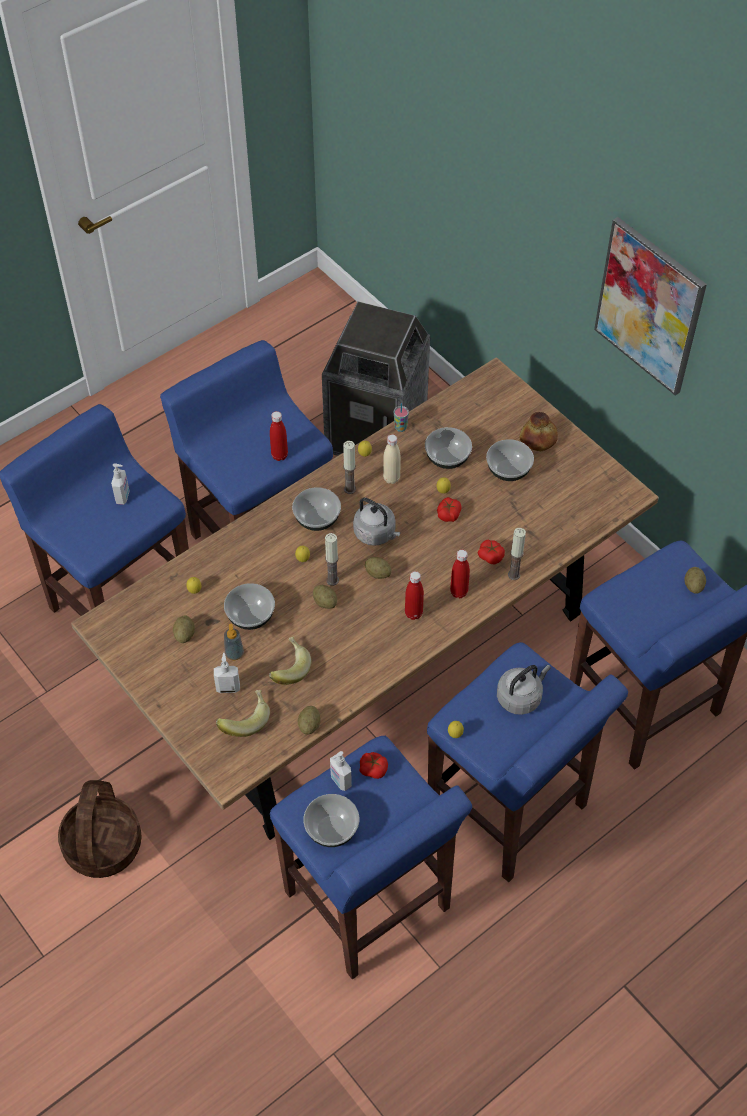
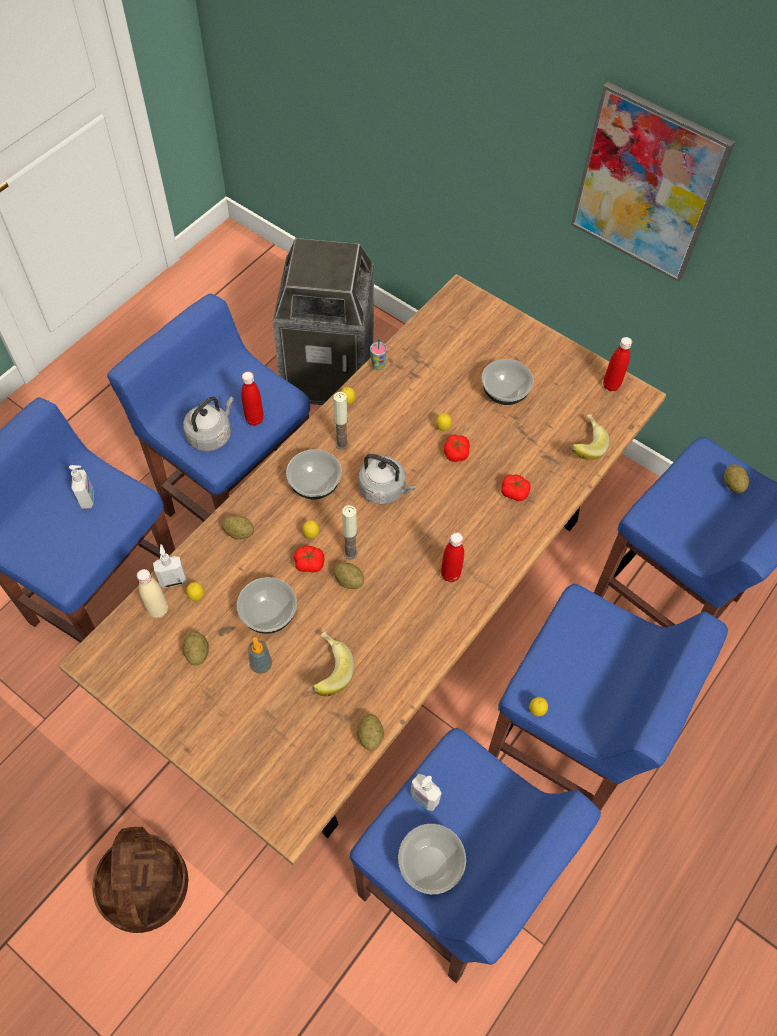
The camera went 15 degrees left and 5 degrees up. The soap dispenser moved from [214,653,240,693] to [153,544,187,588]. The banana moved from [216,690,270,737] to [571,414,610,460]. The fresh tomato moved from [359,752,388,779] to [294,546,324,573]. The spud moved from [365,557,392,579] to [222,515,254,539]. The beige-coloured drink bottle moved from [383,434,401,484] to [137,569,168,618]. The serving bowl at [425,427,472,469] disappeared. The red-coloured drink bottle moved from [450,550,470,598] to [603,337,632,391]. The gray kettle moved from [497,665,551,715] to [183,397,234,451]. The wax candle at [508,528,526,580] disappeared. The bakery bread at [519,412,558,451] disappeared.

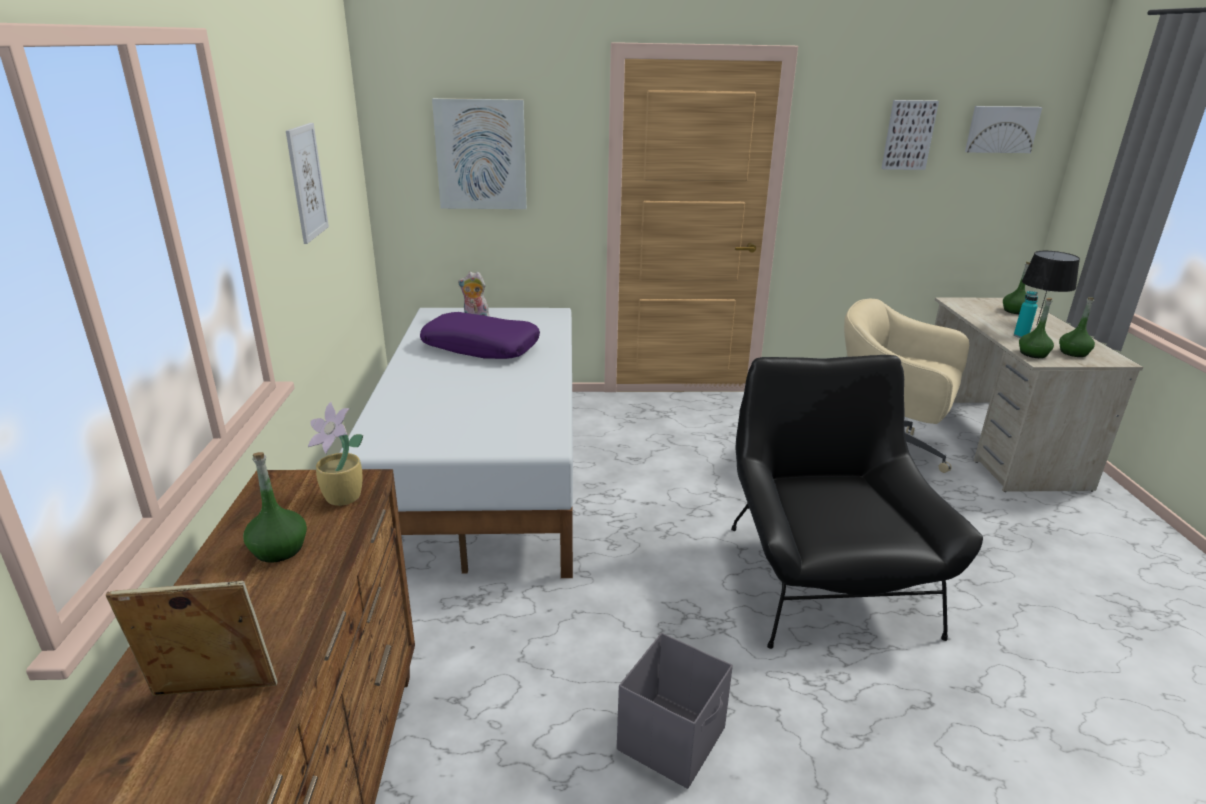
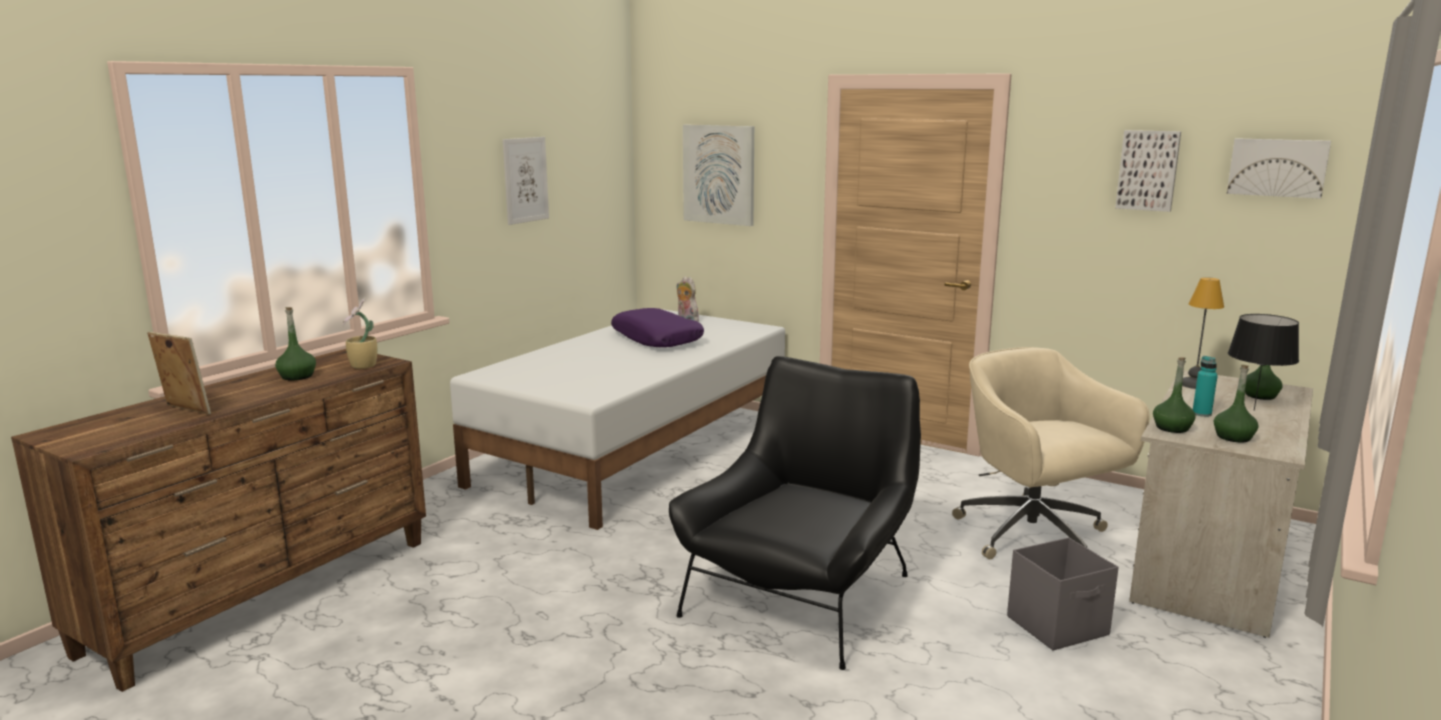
The camera went 35 degrees right and 10 degrees down. The gray storage container moved from [617,633,733,789] to [1007,537,1119,650]. The tabletop lamp at [1182,277,1224,389] appeared.

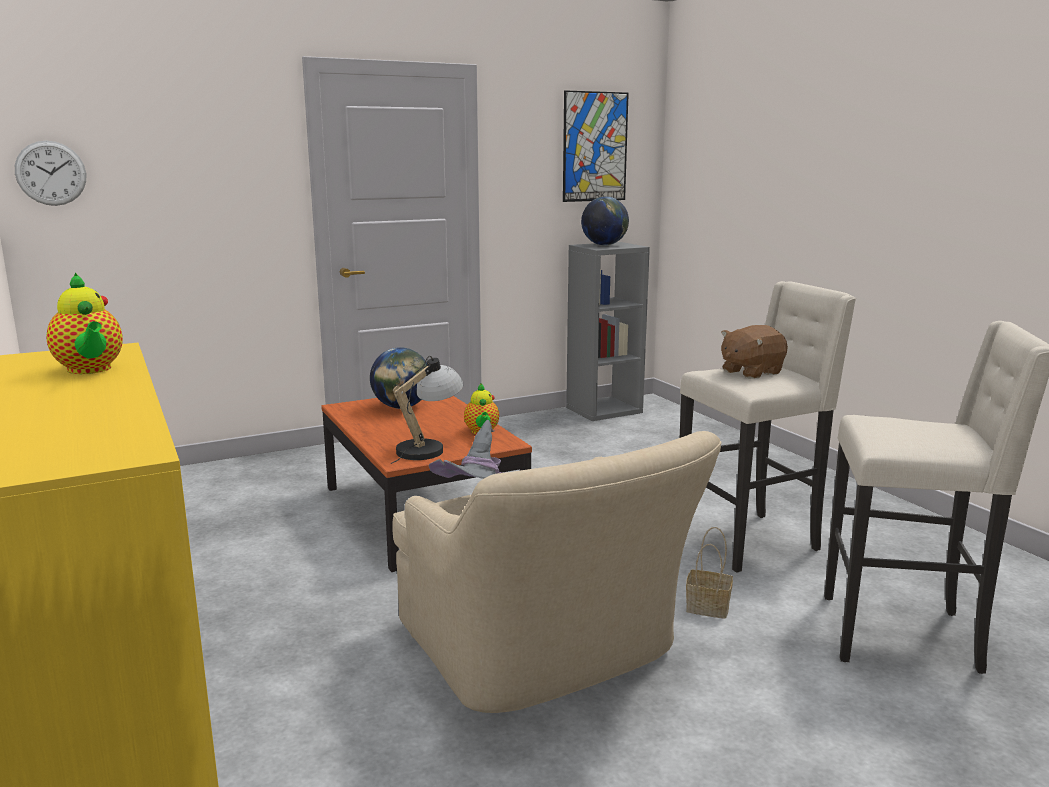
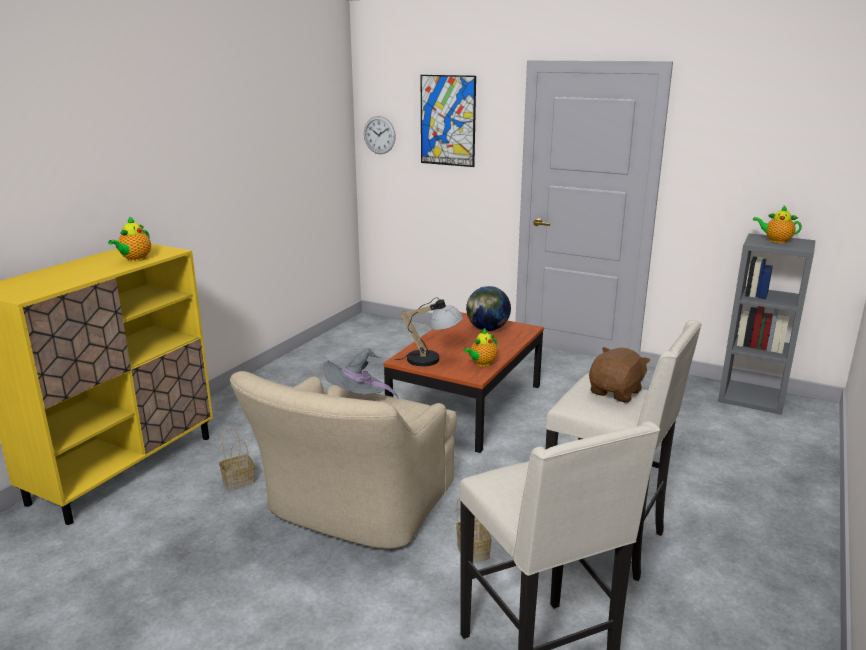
The camera went 55 degrees right and 5 degrees up. The picture moved from [563,90,629,202] to [421,75,476,167]. The globe at [581,197,629,246] was replaced by the teapot at [753,205,802,243]. The brown plush toy at [721,325,788,379] turned 105 degrees clockwise. The household basket at [219,427,255,491] appeared.

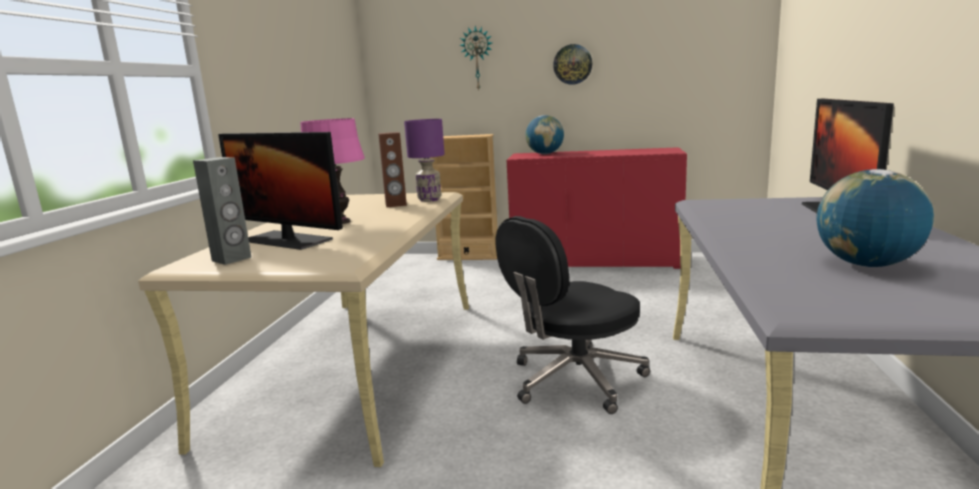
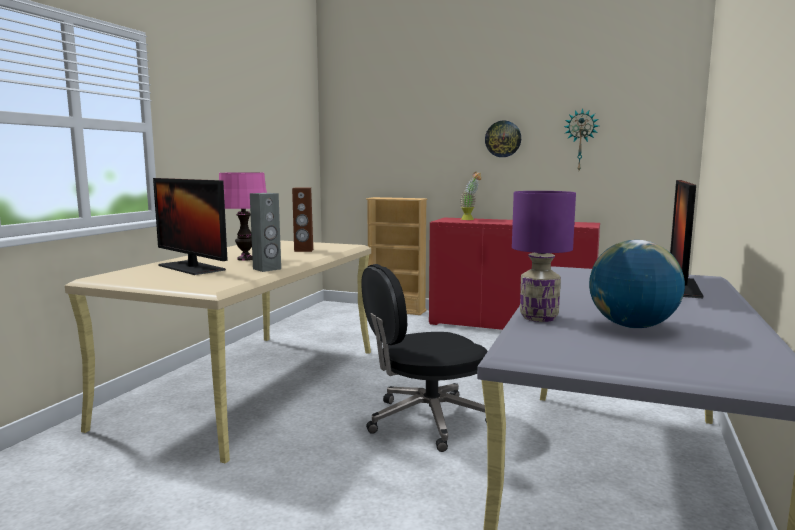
The camera went 10 degrees right and 5 degrees down. The gray audio speaker moved from [193,157,251,265] to [250,193,281,272]. The purple-coloured tabletop lamp moved from [404,119,445,202] to [512,191,576,322]. The wall clock moved from [459,26,492,90] to [564,108,598,170]. The globe at [526,115,564,154] was replaced by the houseplant at [460,172,482,220].

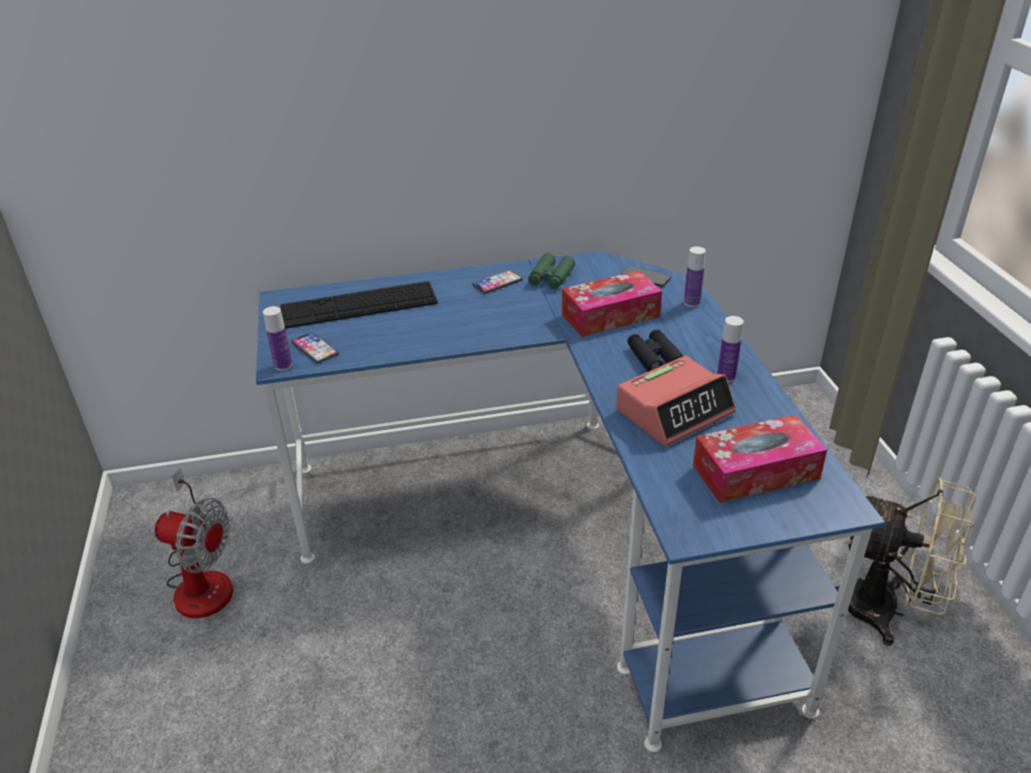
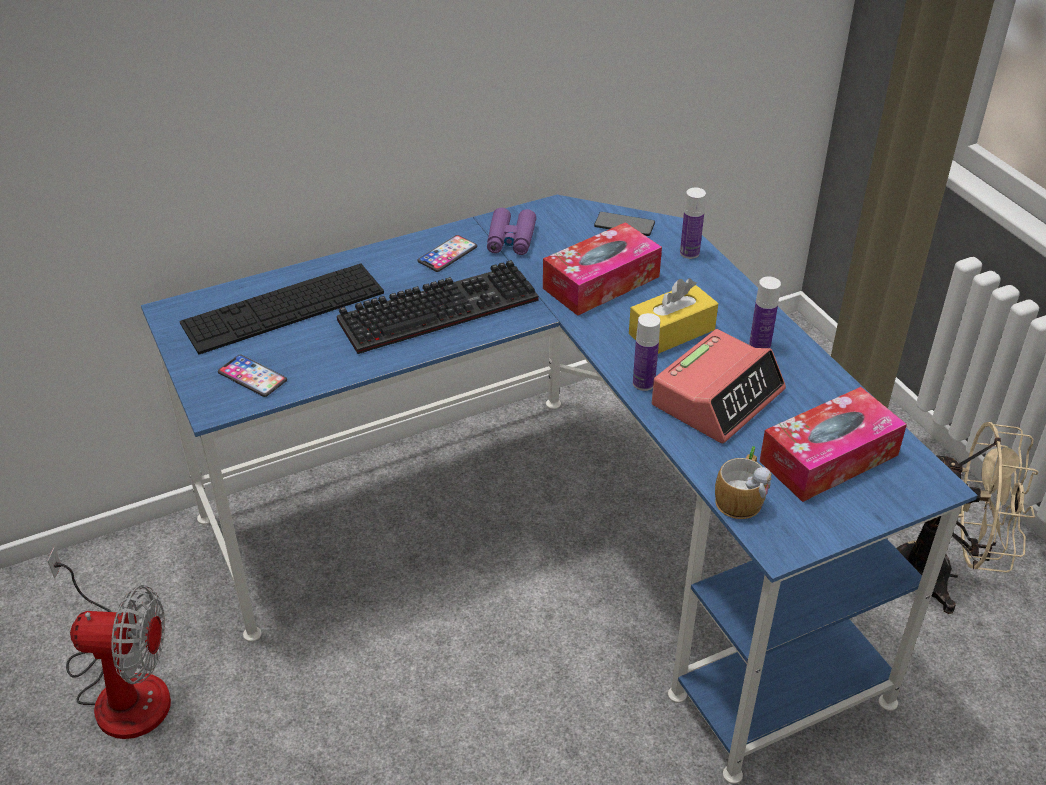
The camera went 15 degrees left and 5 degrees up. The drink bottle moved from [263,306,292,371] to [633,313,660,391]. The green binoculars at [528,253,575,289] became the purple-coloured binoculars at [487,208,536,255]. The black binoculars at [627,330,683,372] was replaced by the yellowish box of tissues at [629,278,718,354]. The computer keyboard at [337,260,538,354] appeared. The coffee mug at [715,446,772,519] appeared.

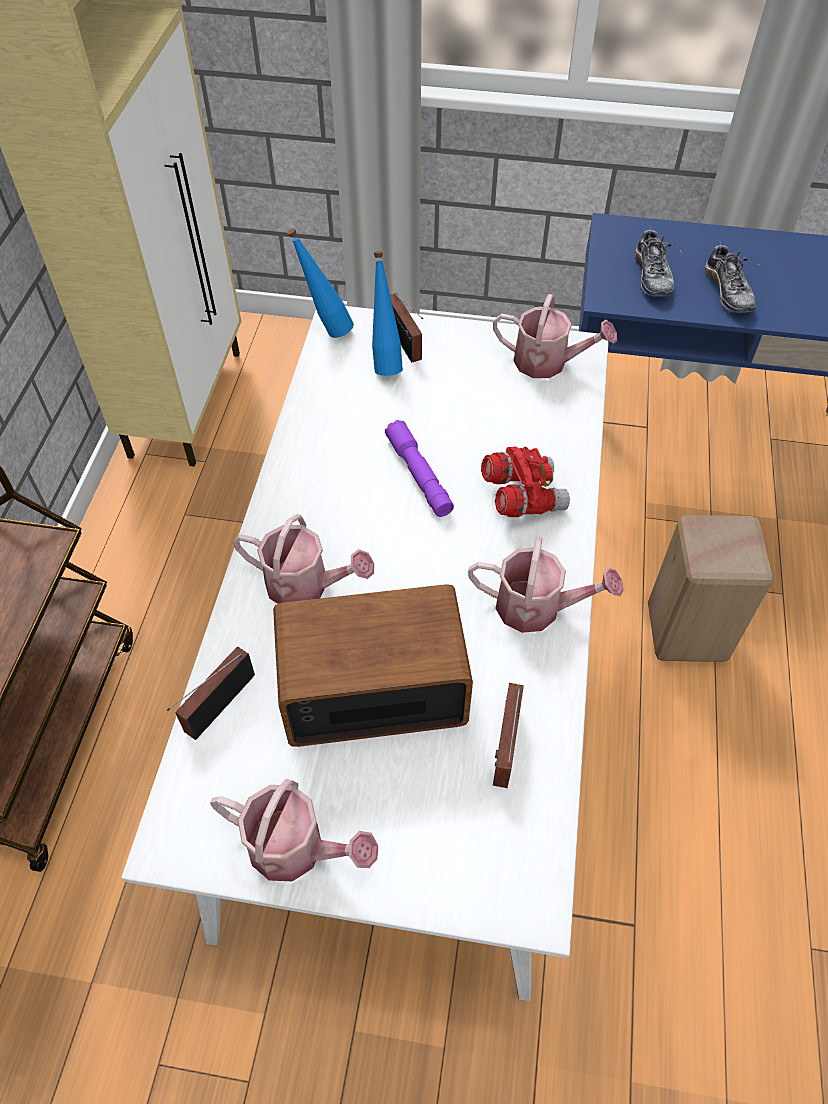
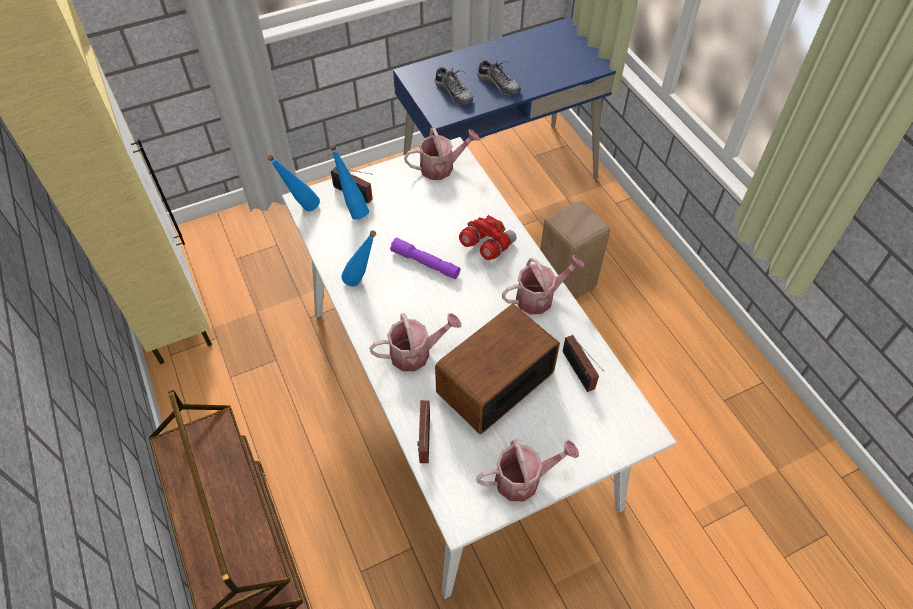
The camera went 35 degrees left and 0 degrees up. The blue drink bottle at [341,231,376,286] appeared.

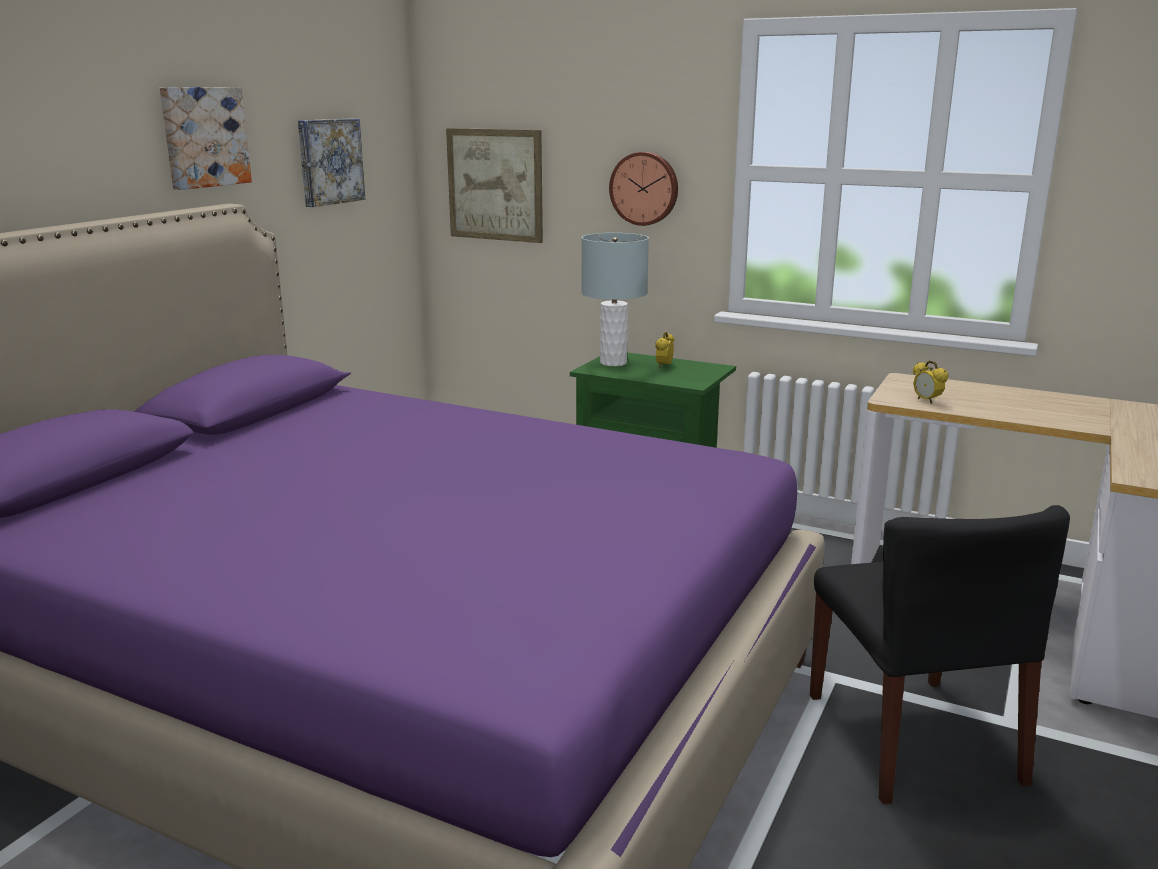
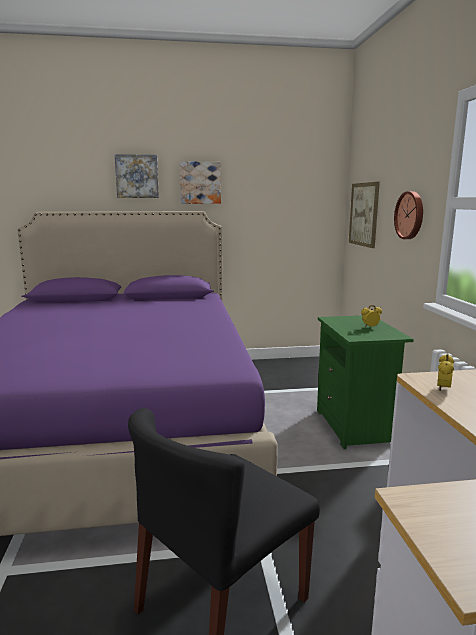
The camera went 55 degrees right and 5 degrees down. The picture moved from [298,118,365,207] to [115,154,159,198]. The gray tabletop lamp at [581,233,649,366] disappeared.

